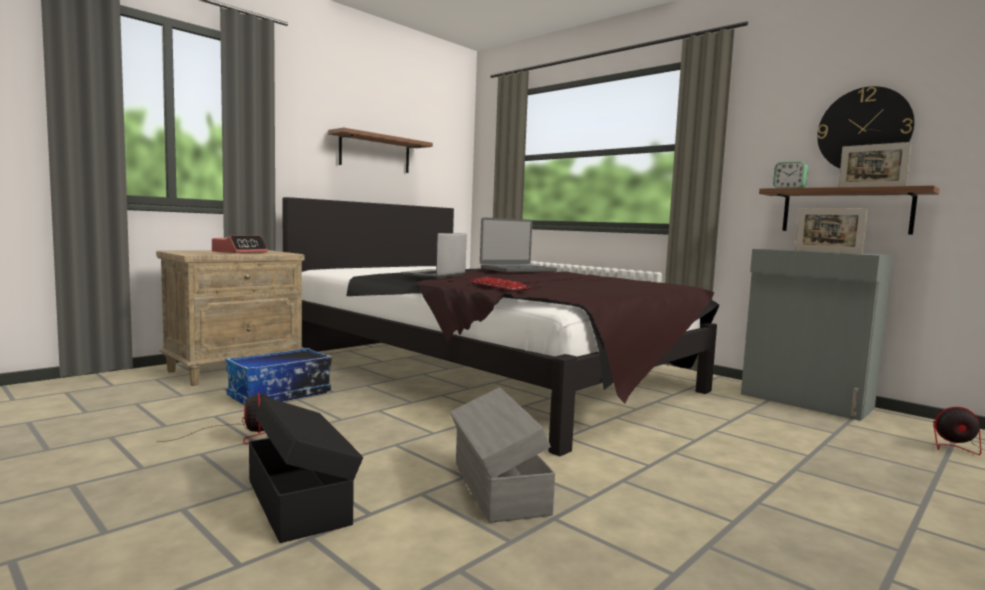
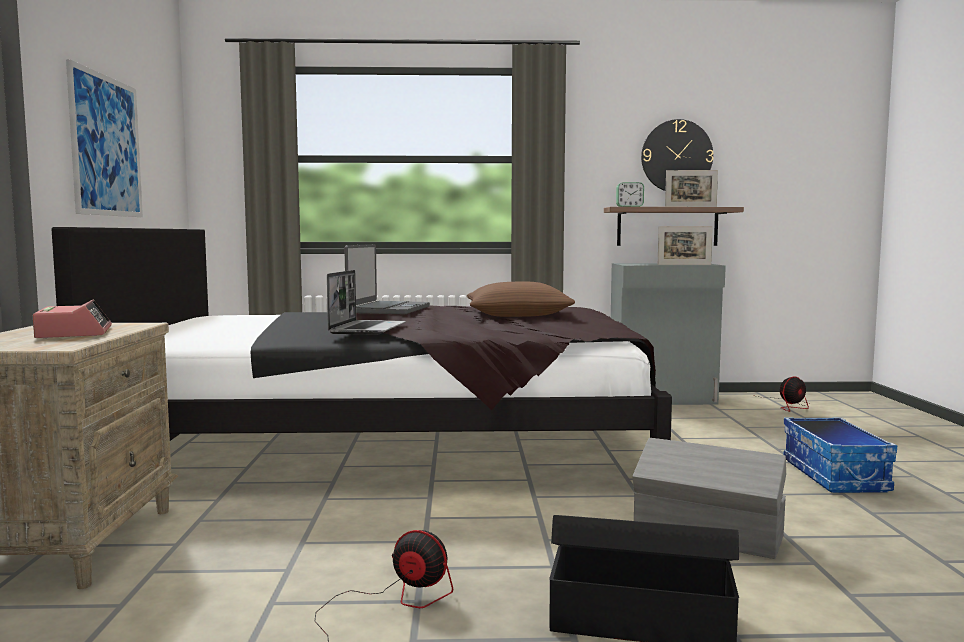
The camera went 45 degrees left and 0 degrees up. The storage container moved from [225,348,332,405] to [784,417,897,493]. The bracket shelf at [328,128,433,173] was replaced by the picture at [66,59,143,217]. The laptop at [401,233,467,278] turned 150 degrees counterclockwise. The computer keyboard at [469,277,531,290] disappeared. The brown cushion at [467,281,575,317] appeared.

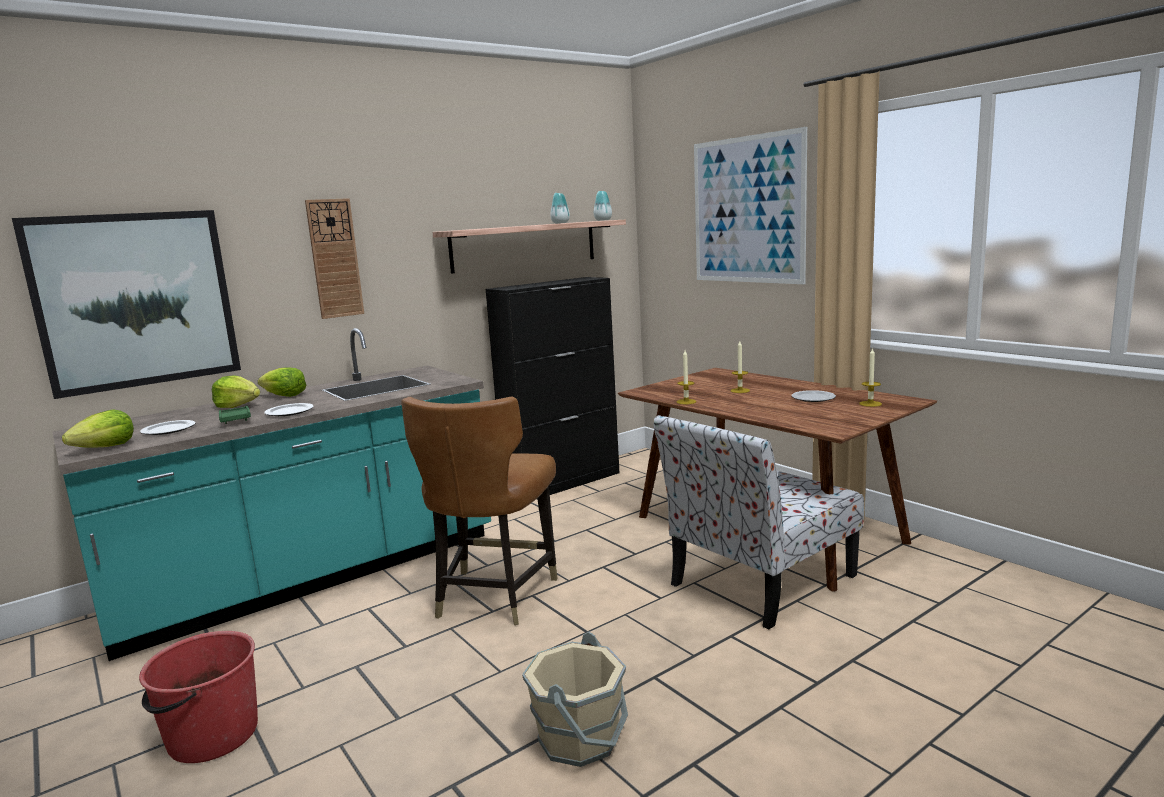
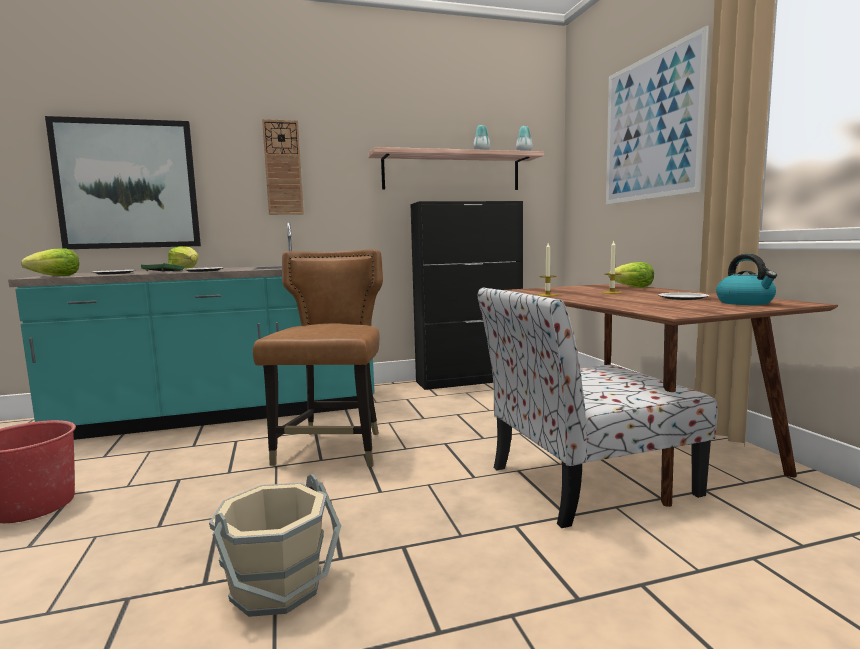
The camera went 20 degrees right and 5 degrees down. The lettuce moved from [258,367,306,397] to [609,262,654,288]. The brown upright chair at [401,396,558,625] turned 150 degrees clockwise. The wax candle at [859,347,882,407] was replaced by the kettle at [716,254,777,305].

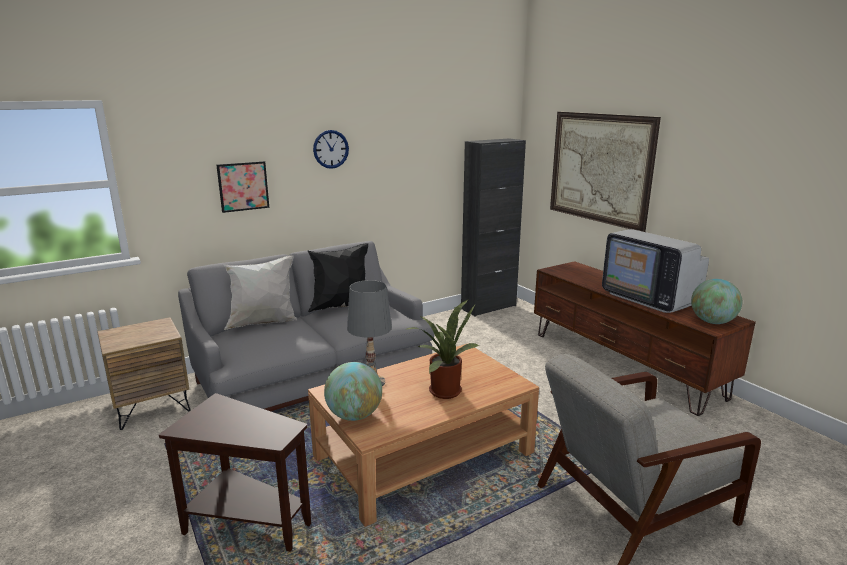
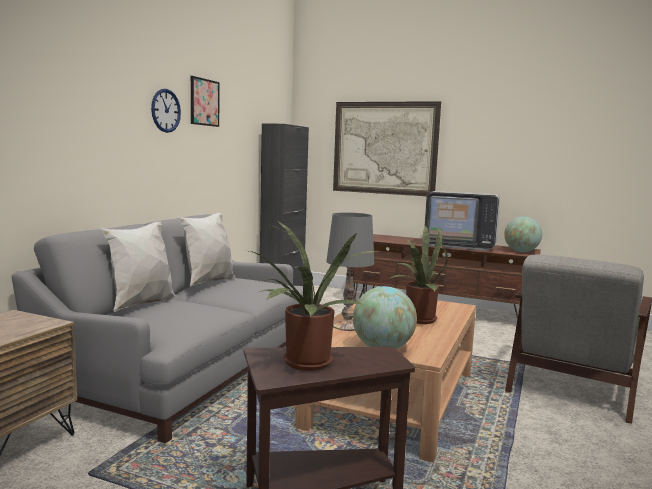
The camera went 35 degrees left and 10 degrees down. The picture moved from [216,161,269,213] to [191,76,219,127]. The black cushion at [307,243,368,312] became the whitish cushion at [178,212,235,286]. The houseplant at [249,221,380,371] appeared.

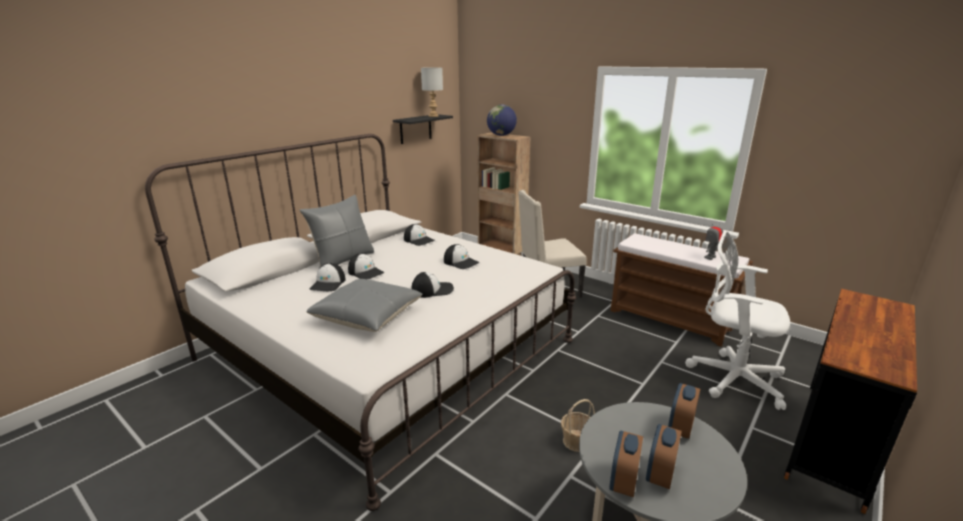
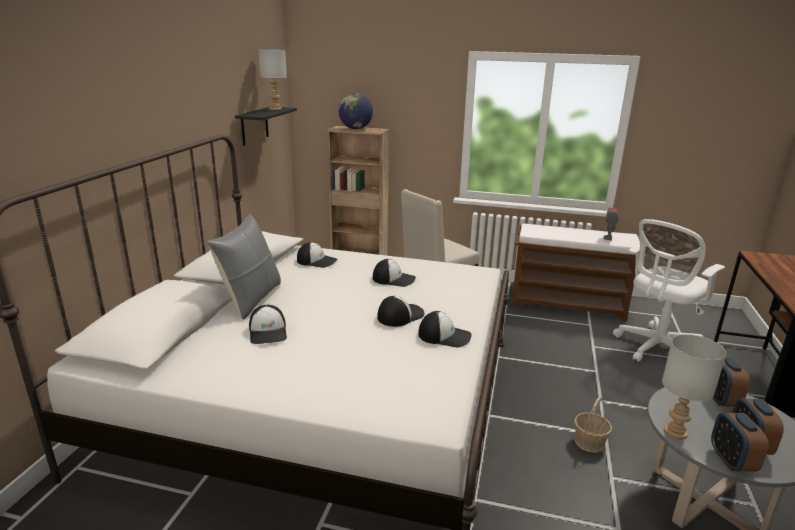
The camera went 25 degrees left and 0 degrees up. The gray cushion at [306,279,423,332] disappeared. The baseball cap moved from [348,253,384,279] to [418,311,472,347]. The whitish desk chair at [685,231,790,410] turned 45 degrees counterclockwise. The gray tabletop lamp at [662,334,726,440] appeared.

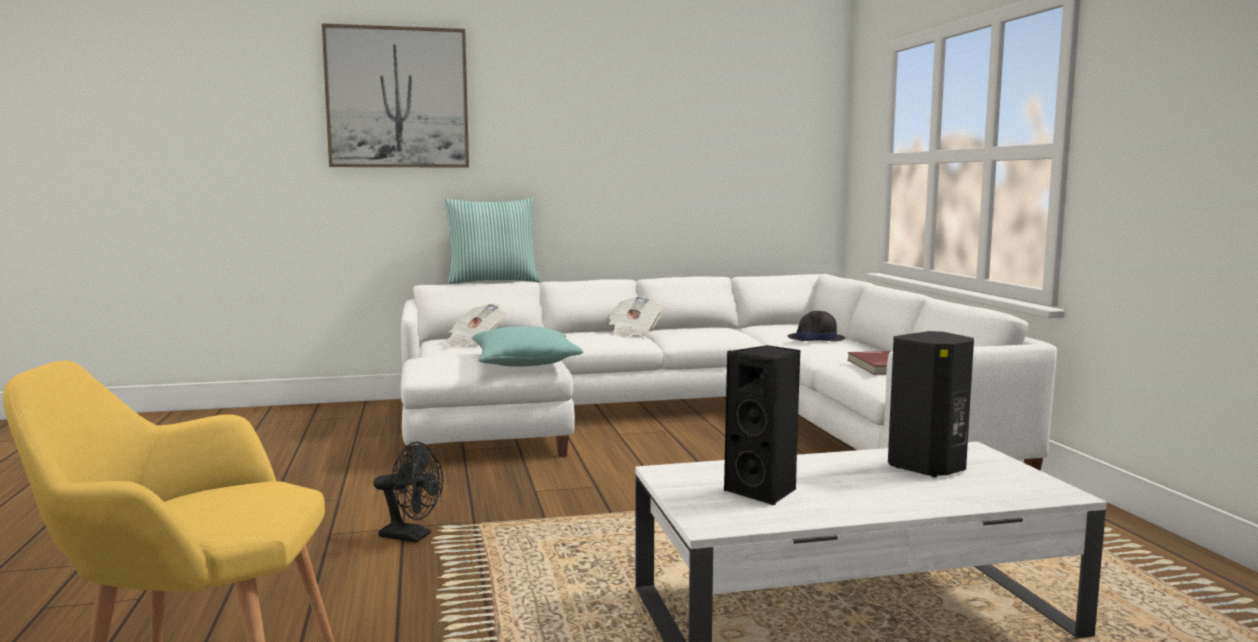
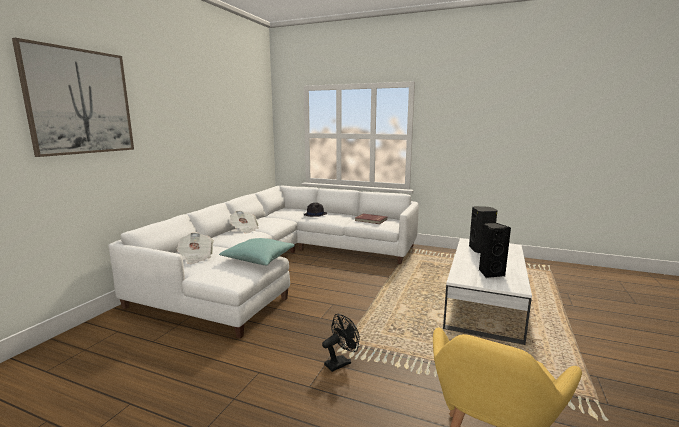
The camera went 55 degrees left and 5 degrees up. The cushion at [444,198,540,284] disappeared.

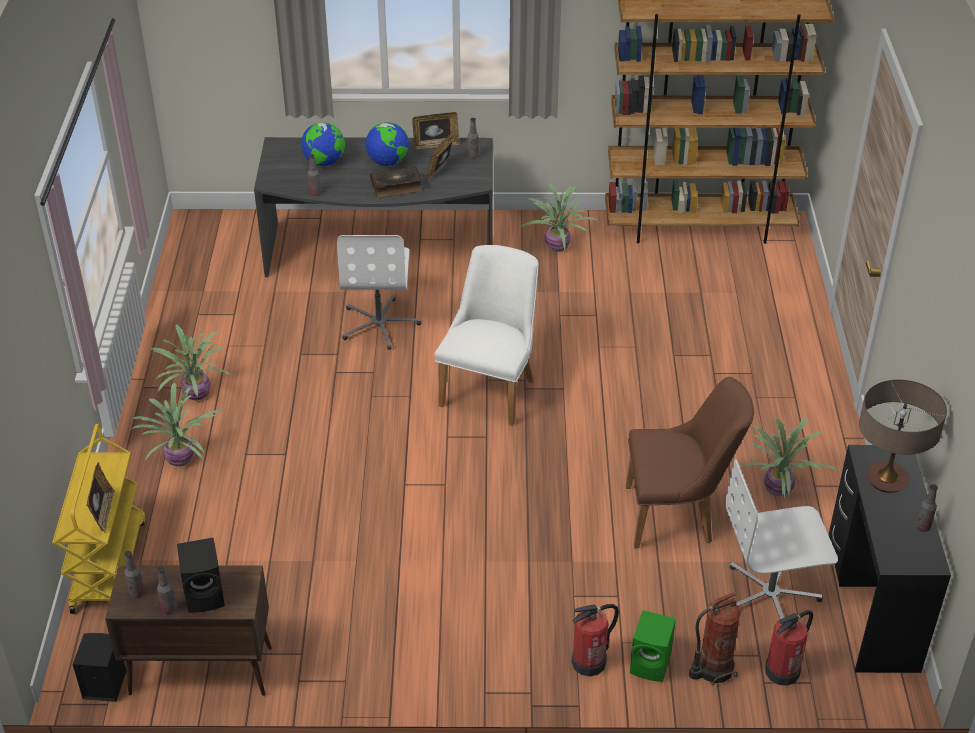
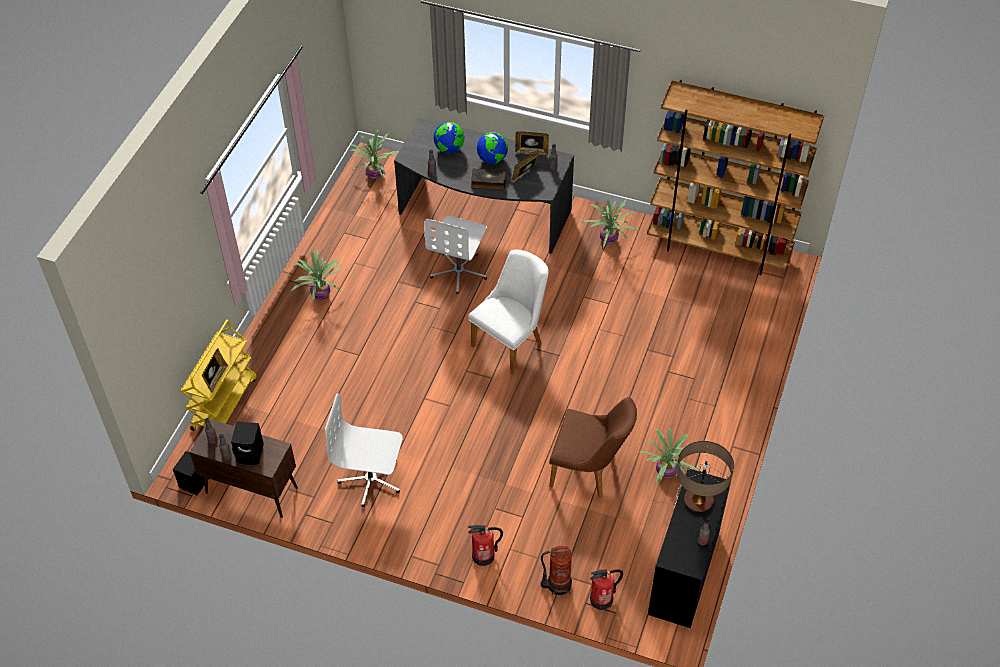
The camera went 20 degrees right and 10 degrees up. The houseplant moved from [130,382,222,466] to [350,130,399,179]. The green audio speaker at [630,610,676,682] disappeared. The whitish desk chair moved from [725,459,838,619] to [325,394,403,507].

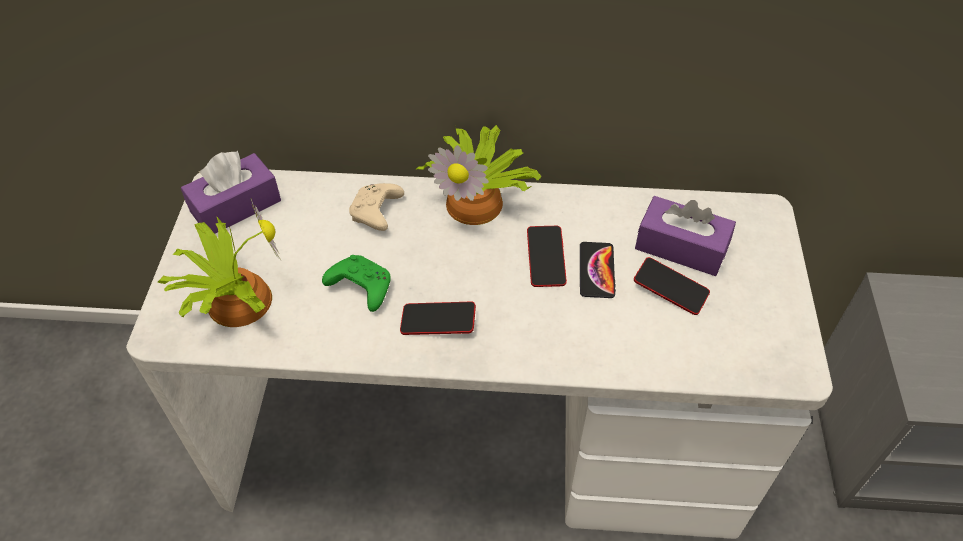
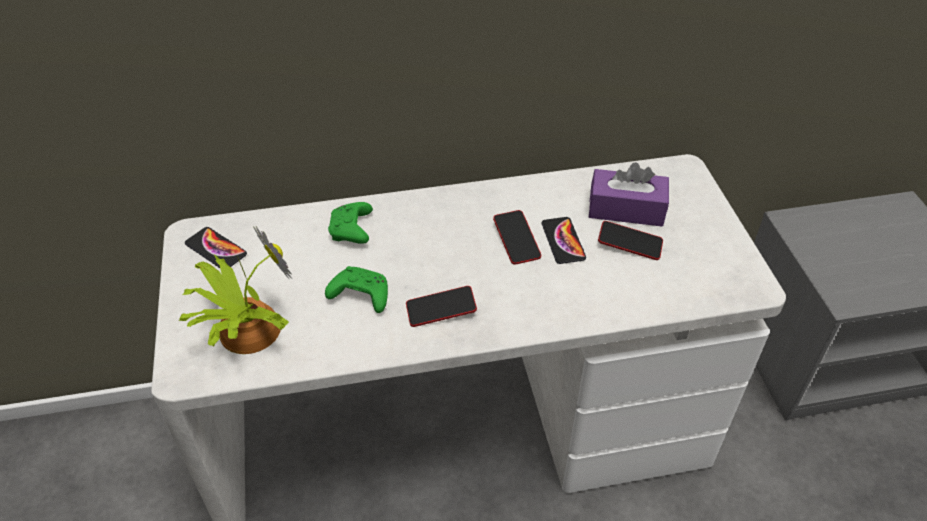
The camera went 15 degrees left and 5 degrees down. The purple-coloured box of tissues at [181,151,281,234] was replaced by the handset at [185,227,247,268]. The beige-coloured joypad at [349,183,404,231] became the green joypad at [328,202,373,244]. The houseplant at [415,125,541,225] disappeared.

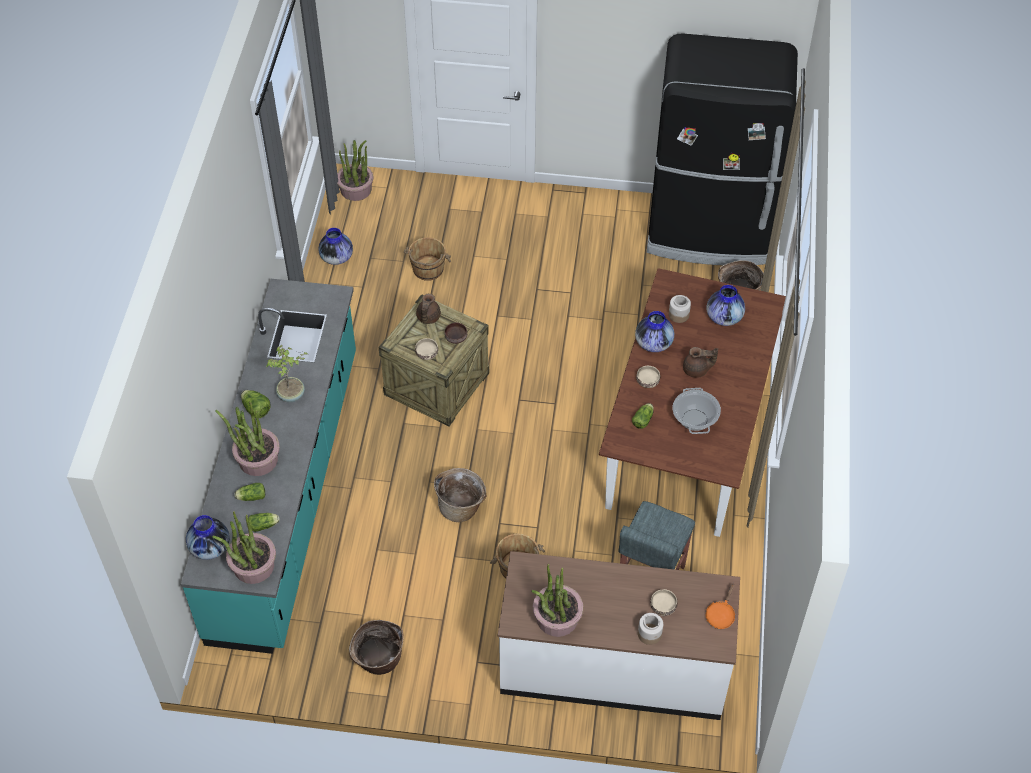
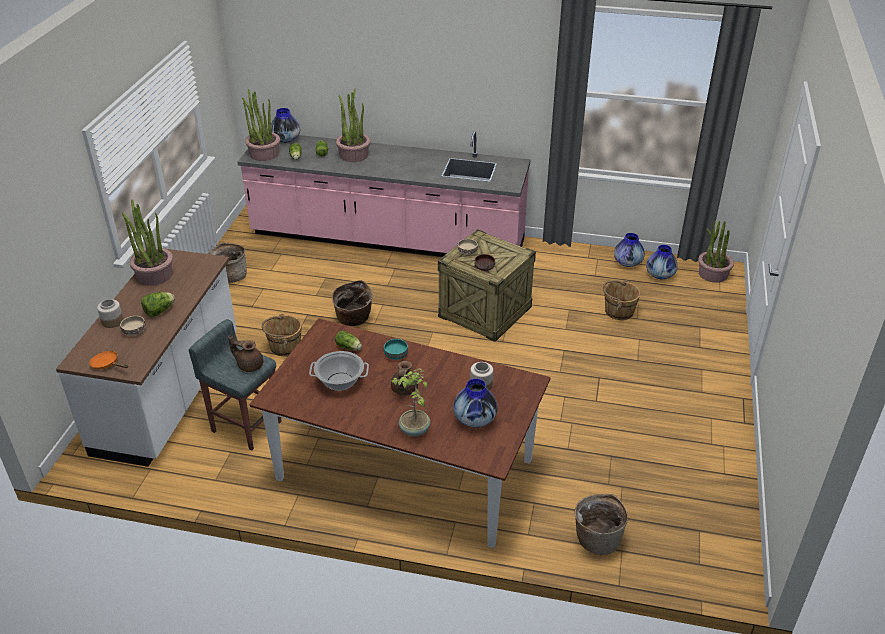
The camera went 95 degrees right and 15 degrees down. The turquoise kitchen base unit at [181,279,356,654] became the pink-coloured kitchen base unit at [238,131,531,257]. The lettuce moved from [241,390,270,419] to [141,292,175,317]. The houseplant moved from [266,345,309,402] to [391,368,430,436]. The brown teapot moved from [416,294,441,324] to [228,335,263,372]. The decorative vase moved from [635,311,674,352] to [646,245,678,279]. The beige-coloured serving bowl at [636,366,660,388] became the turquoise serving bowl at [384,339,408,360]. The black kitchen fridge at [647,34,798,265] disappeared.

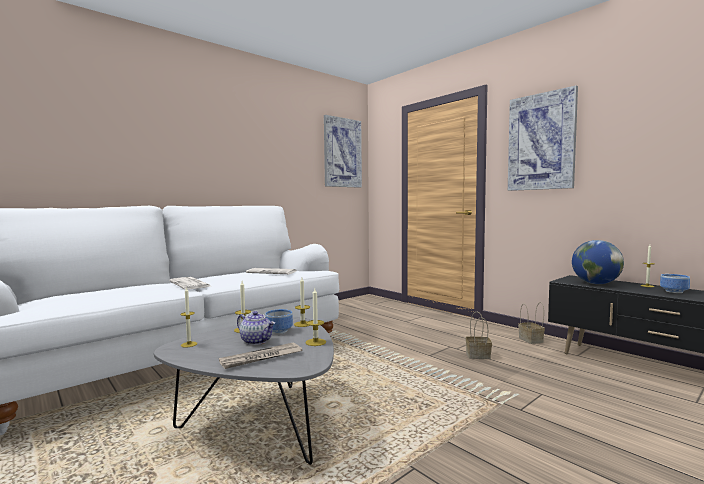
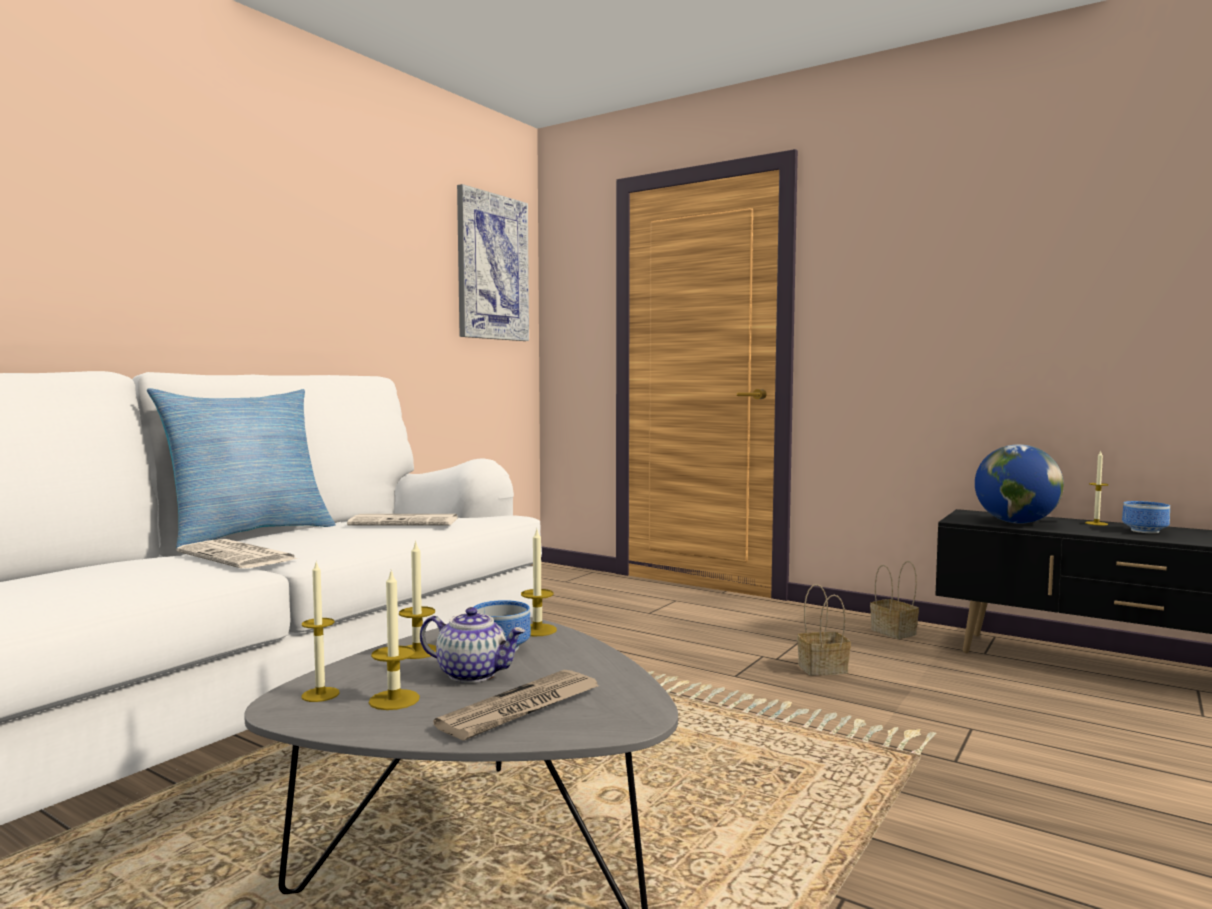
The camera went 15 degrees left and 0 degrees up. The wax candle moved from [305,288,326,346] to [369,570,420,710]. The picture at [508,86,578,191] disappeared. The cushion at [147,388,336,549] appeared.

